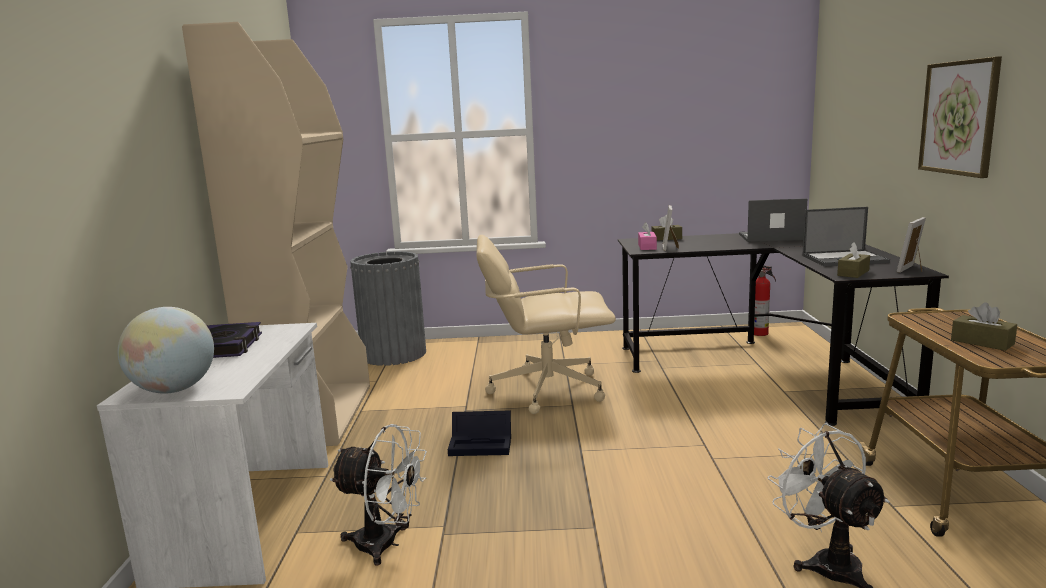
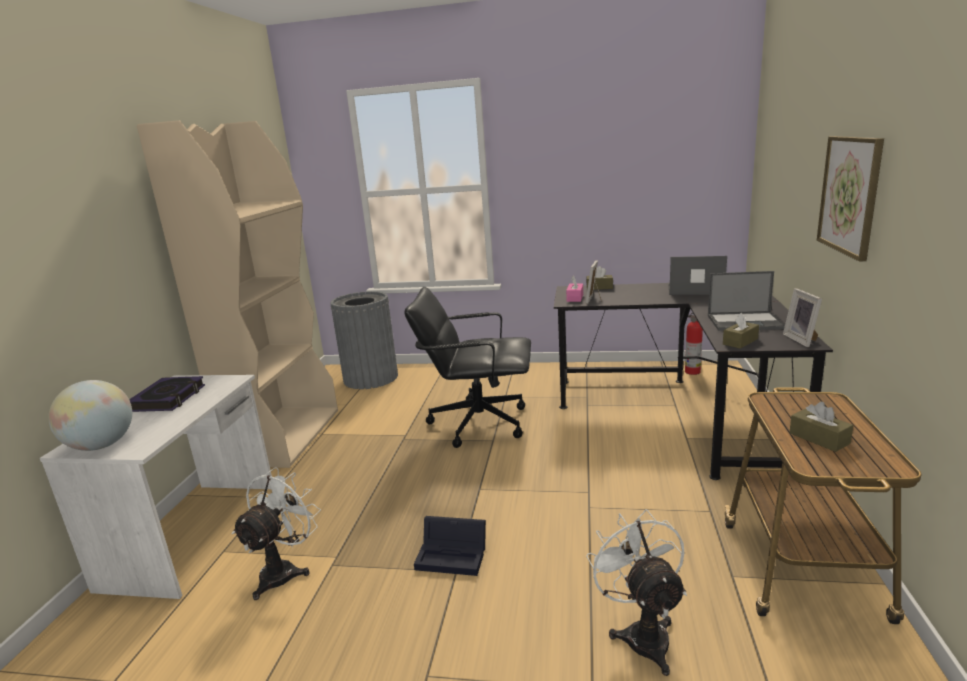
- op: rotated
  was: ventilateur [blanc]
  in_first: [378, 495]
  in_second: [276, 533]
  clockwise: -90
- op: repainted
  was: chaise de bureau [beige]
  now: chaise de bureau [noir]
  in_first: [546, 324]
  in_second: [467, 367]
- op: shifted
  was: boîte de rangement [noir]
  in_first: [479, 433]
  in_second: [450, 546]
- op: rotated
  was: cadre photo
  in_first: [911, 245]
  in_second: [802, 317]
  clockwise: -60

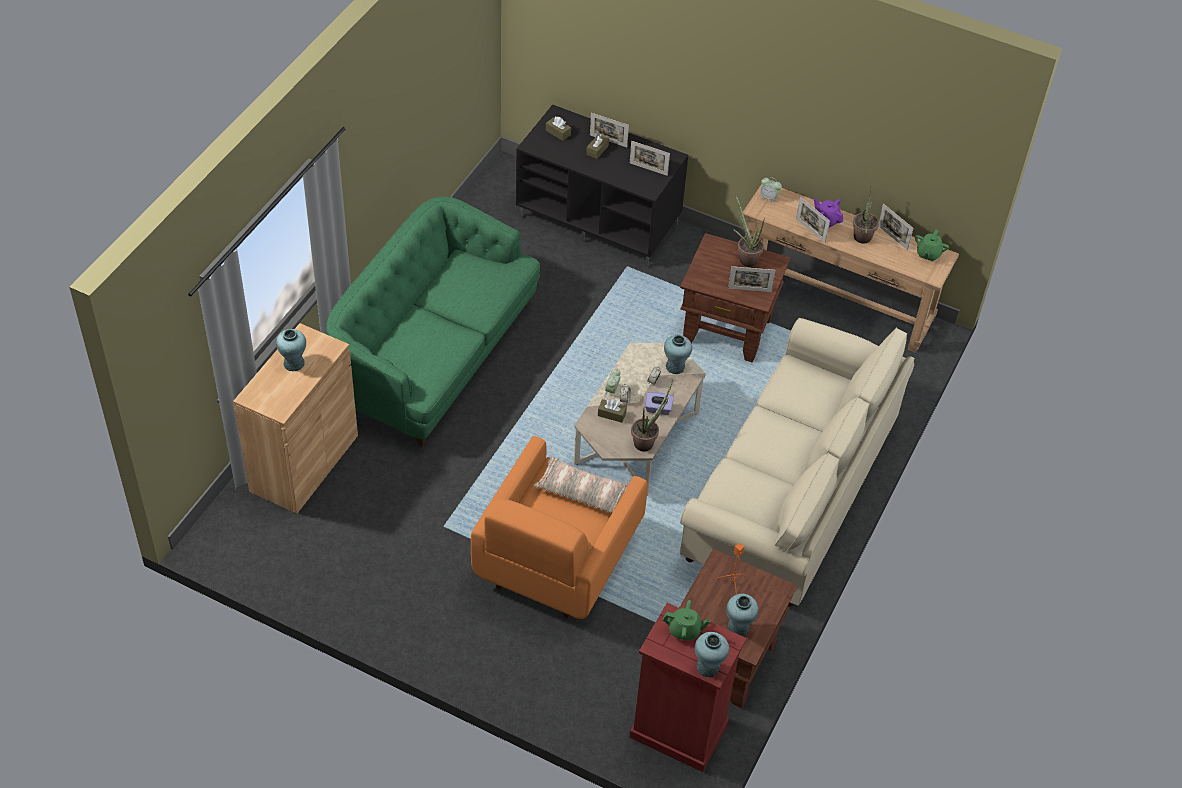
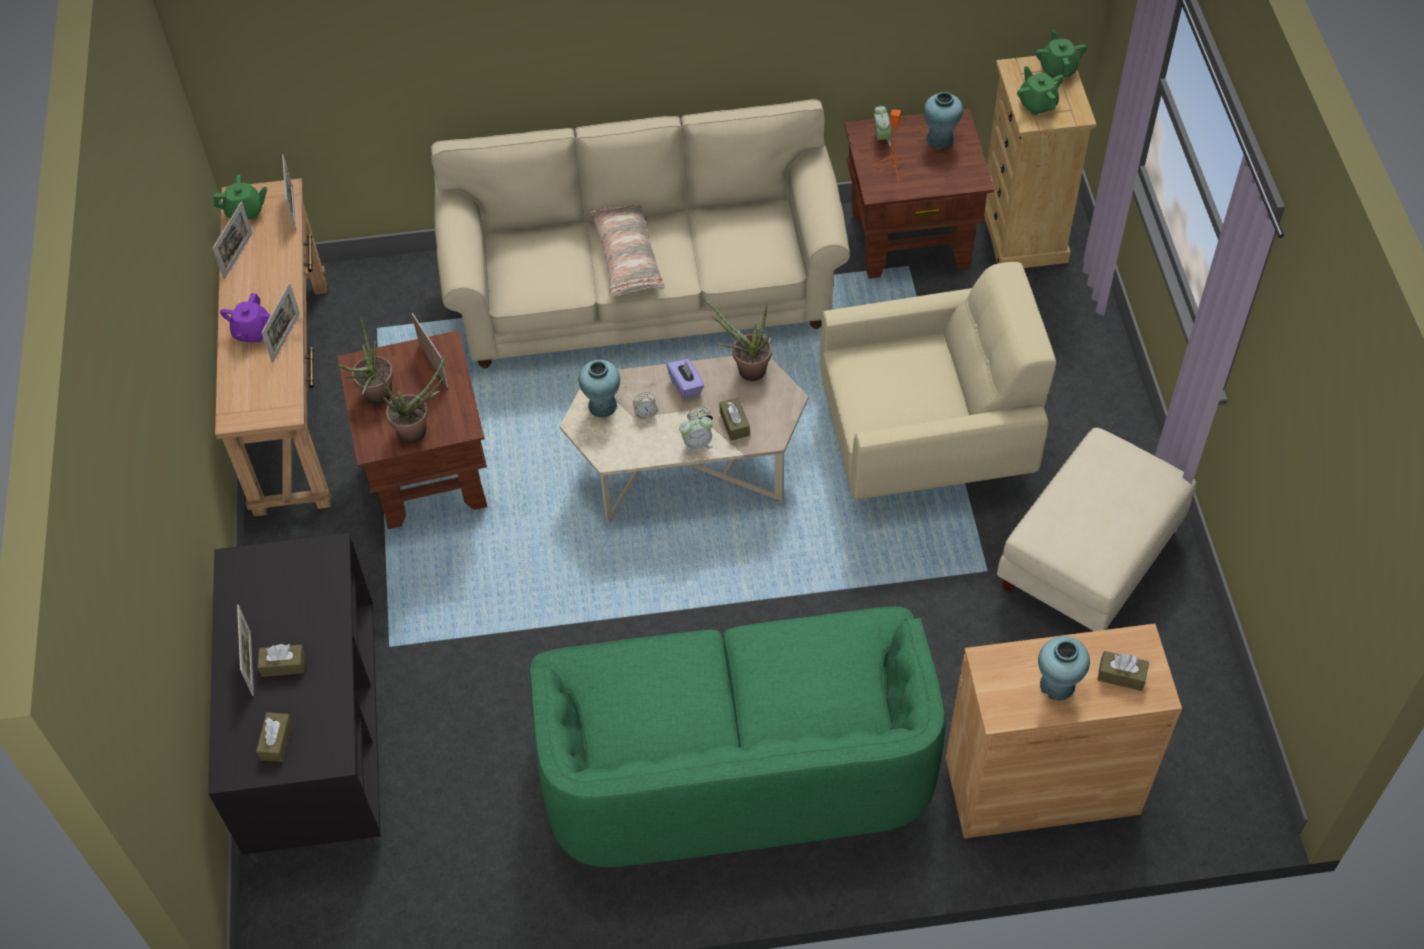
- op: shifted
  was: cadre photo
  in_first: [650, 158]
  in_second: [289, 192]
- op: shifted
  was: plante en pot
  in_first: [866, 213]
  in_second: [414, 398]
- op: shifted
  was: coussin
  in_first: [581, 485]
  in_second: [627, 251]
- op: repainted
  was: fauteuil [orange]
  now: fauteuil [beige]
  in_first: [559, 527]
  in_second: [938, 381]
- op: shifted
  was: réveil
  in_first: [771, 190]
  in_second: [882, 126]
- op: repainted
  was: commode [rouge]
  now: commode [beige]
  in_first: [688, 687]
  in_second: [1040, 162]
- op: new
  now: pouf [beige]
  in_second: [1096, 529]
- op: swapped
  was: vase [turquoise]
  now: théière [vert]
  in_first: [712, 654]
  in_second: [1061, 54]
- op: new
  now: boîte à mouchoirs [marron]
  in_second: [1123, 671]

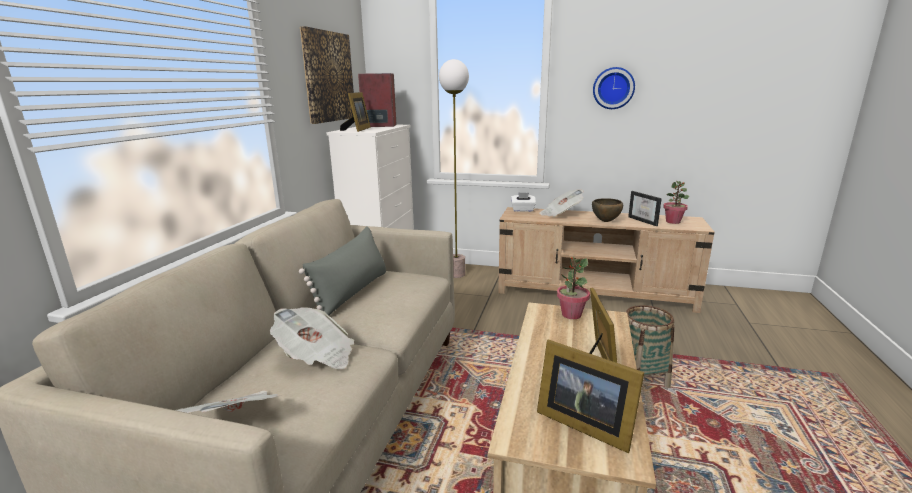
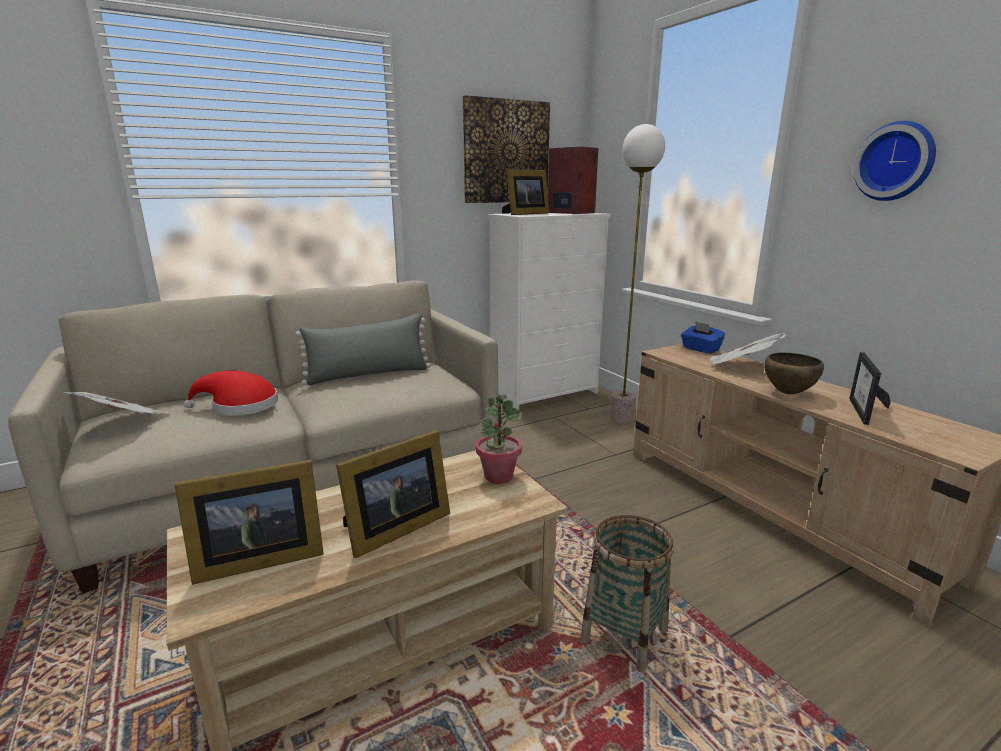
- op: rotated
  was: cadre photo
  in_first: [590, 396]
  in_second: [249, 522]
  clockwise: -105
- op: swapped
  was: journal
  now: chapeau [rouge]
  in_first: [312, 338]
  in_second: [231, 393]
- op: repainted
  was: boîte à mouchoirs [blanc]
  now: boîte à mouchoirs [bleu]
  in_first: [523, 202]
  in_second: [703, 337]
- op: gone
  was: plante en pot
  in_first: [676, 202]

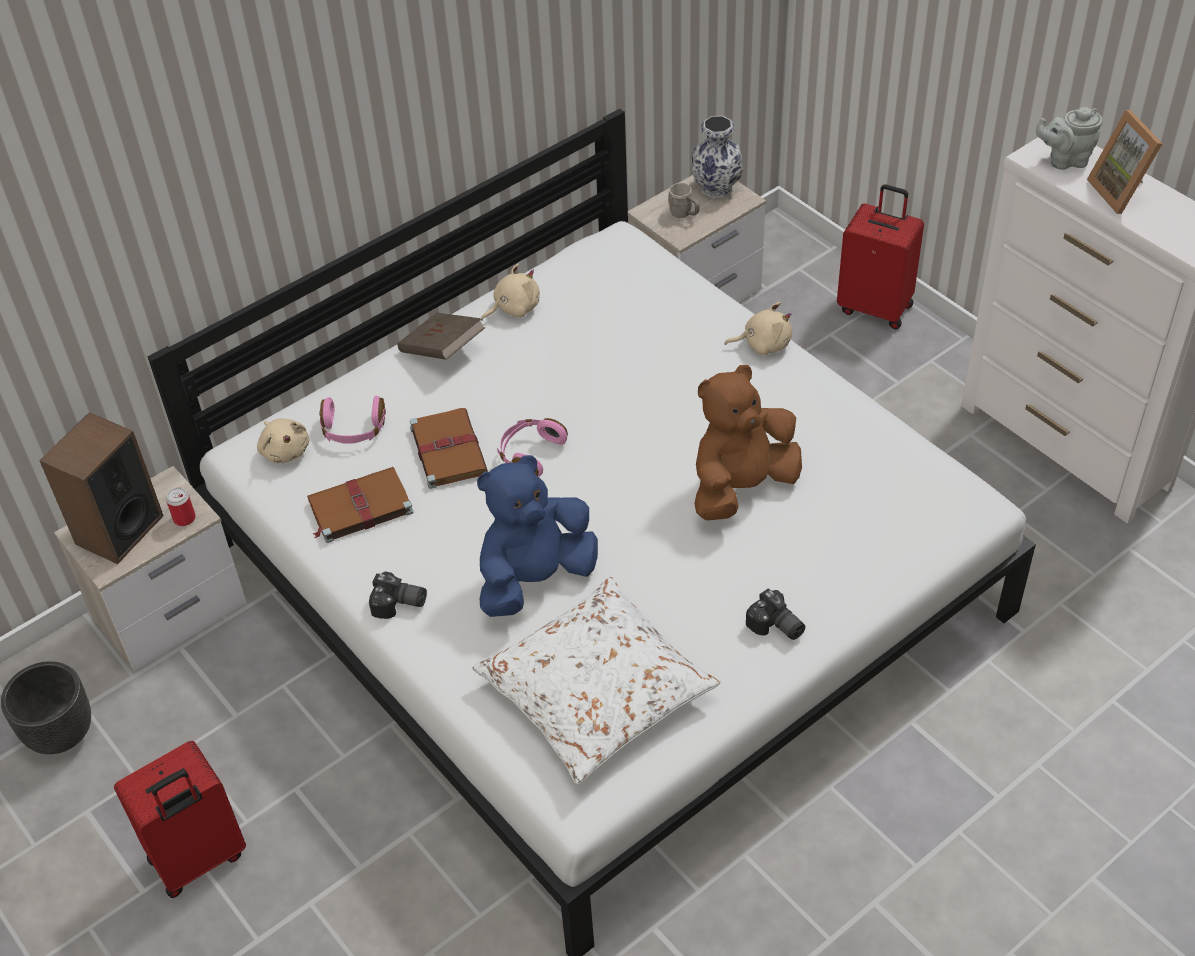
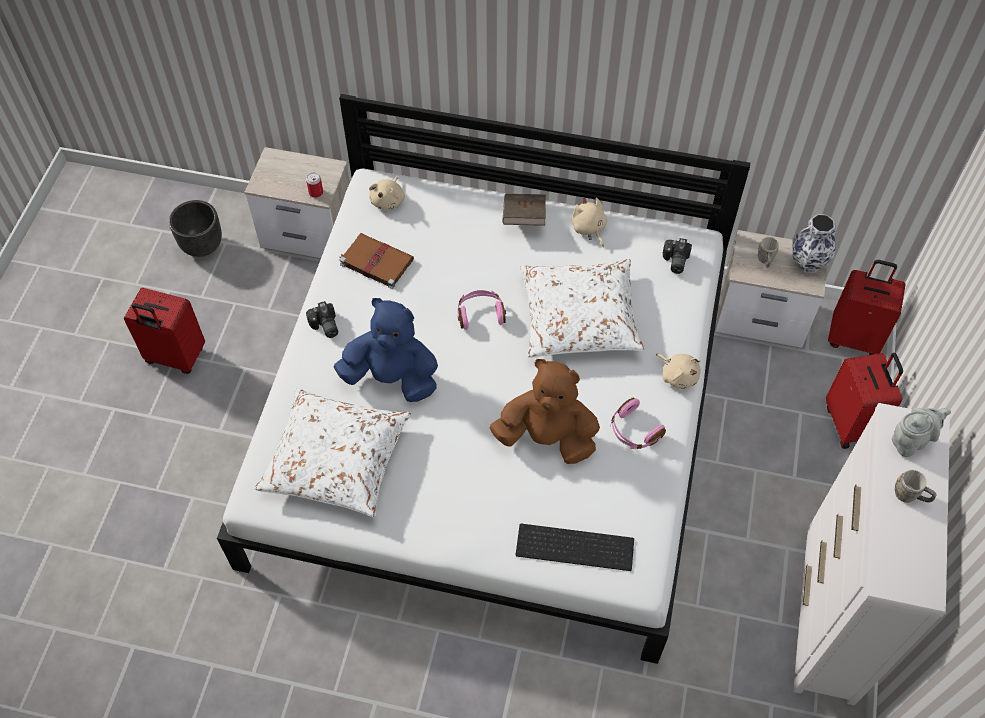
- op: new
  now: clavier
  in_second: [575, 547]
- op: new
  now: coussin [blanc]
  in_second: [582, 308]
- op: rotated
  was: peluche [beige]
  in_first: [510, 292]
  in_second: [589, 222]
  clockwise: -135
- op: shifted
  was: casque audio [rose]
  in_first: [352, 420]
  in_second: [638, 423]
- op: shifted
  was: appareil photo
  in_first: [775, 614]
  in_second: [677, 256]
- op: new
  now: valise [rouge]
  in_second: [866, 307]
- op: rotated
  was: théière [gris]
  in_first: [1069, 138]
  in_second: [921, 432]
  clockwise: 105
- op: swapped
  was: cadre photo
  now: mug [gris]
  in_first: [1125, 162]
  in_second: [915, 486]
- op: gone
  was: enceinte
  in_first: [101, 488]
- op: gone
  was: livre [marron]
  in_first: [449, 448]

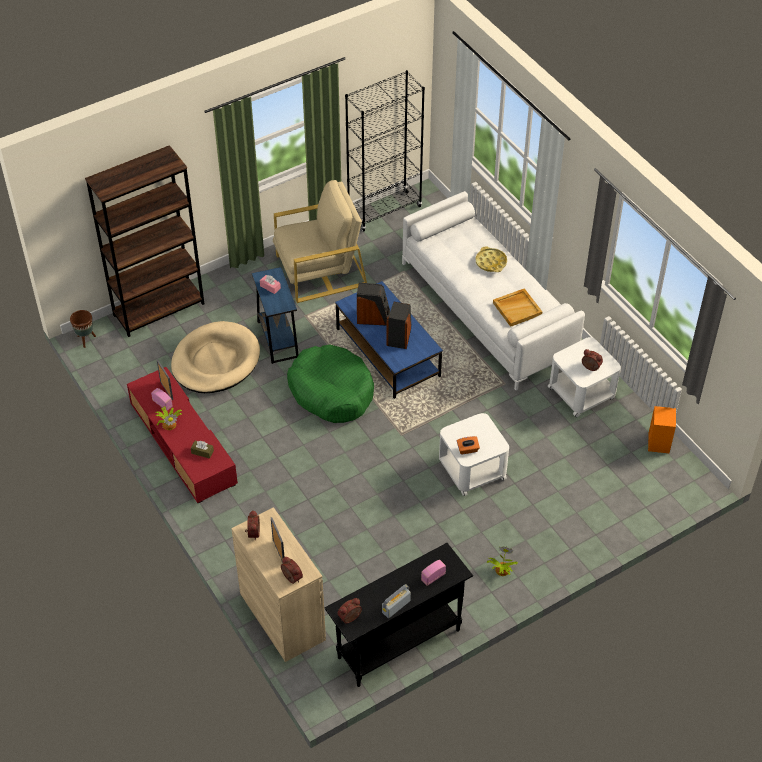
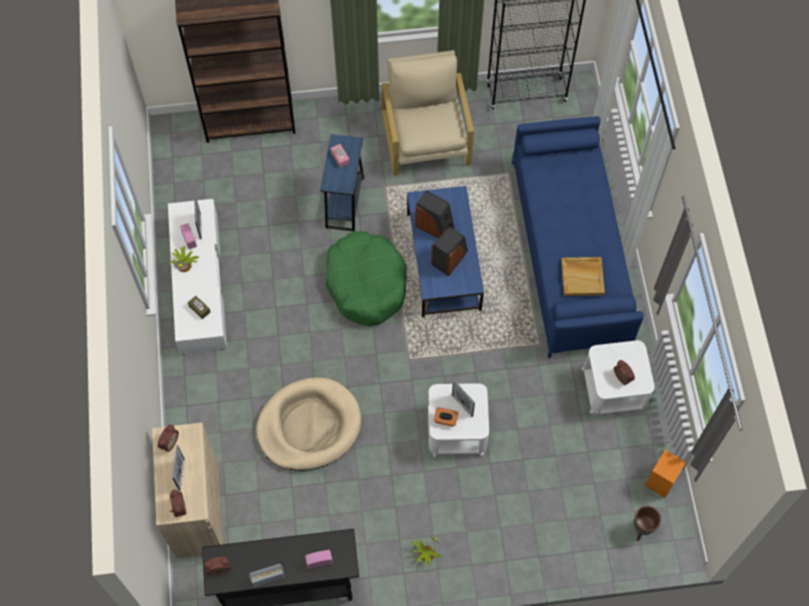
- op: repainted
  was: meuble télé [rouge]
  now: meuble télé [blanc]
  in_first: [182, 435]
  in_second: [197, 277]
- op: shifted
  was: panier pour chien [beige]
  in_first: [215, 357]
  in_second: [308, 424]
- op: rotated
  was: fauteuil [beige]
  in_first: [320, 241]
  in_second: [427, 113]
  clockwise: -105
- op: new
  now: cadre photo
  in_second: [463, 398]
- op: repainted
  was: canapé [blanc]
  now: canapé [bleu]
  in_first: [493, 290]
  in_second: [578, 237]
- op: shifted
  was: cache-pot [marron]
  in_first: [83, 329]
  in_second: [647, 523]
- op: gone
  was: plateau [jaune]
  in_first: [491, 259]

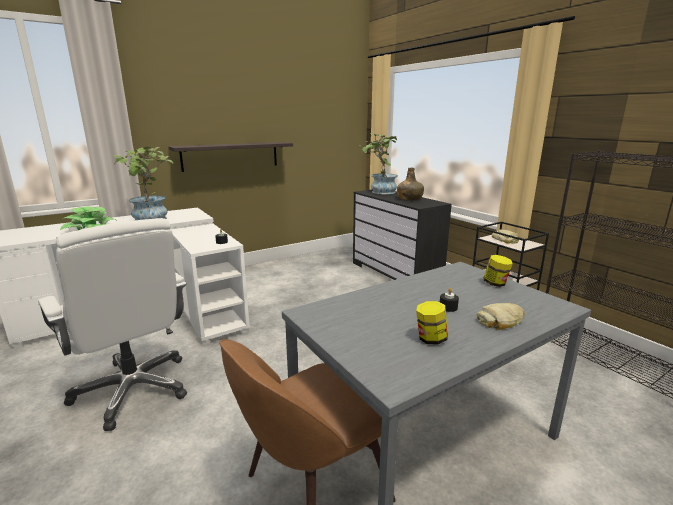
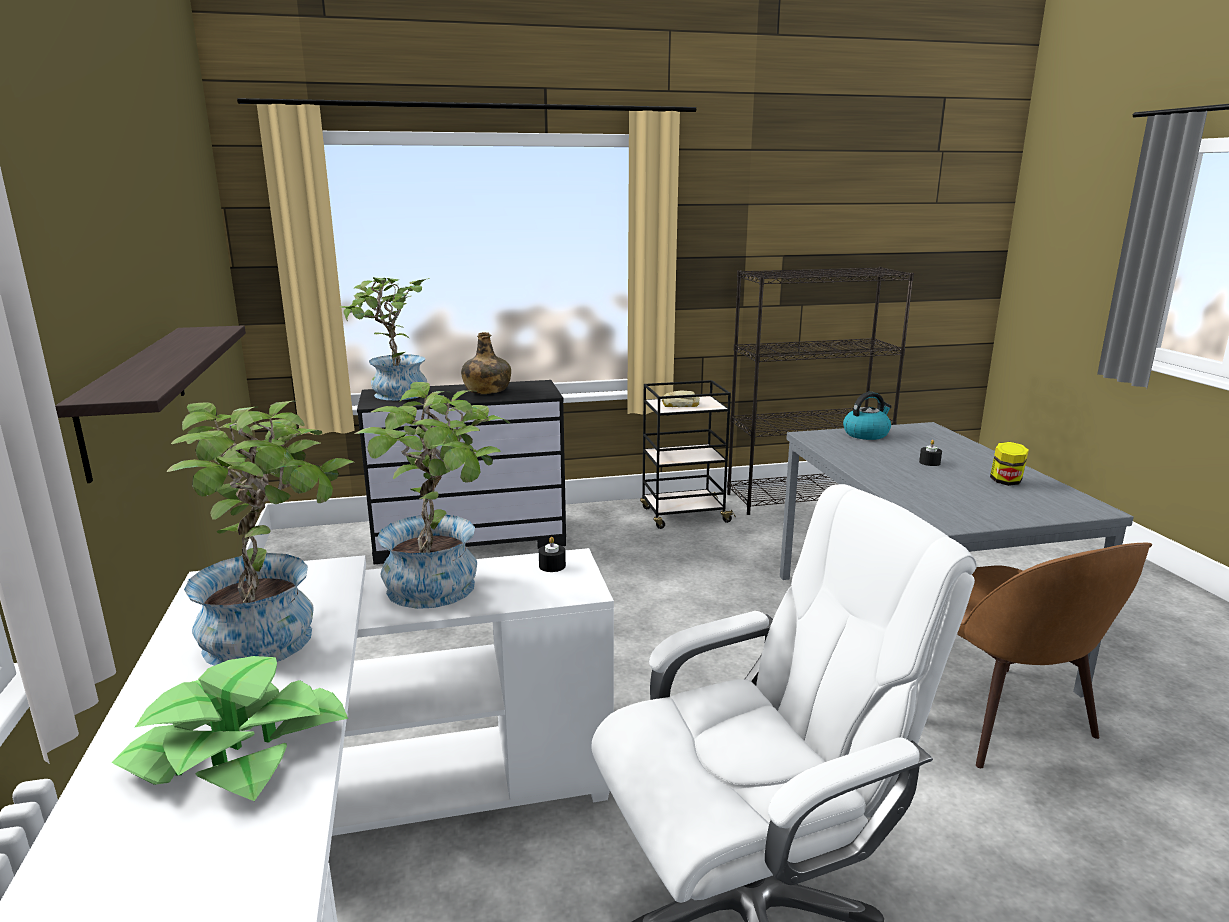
- op: new
  now: plante en pot
  in_second: [432, 495]
- op: swapped
  was: bocal
  now: bouilloire
  in_first: [498, 271]
  in_second: [867, 416]
- op: gone
  was: pain
  in_first: [501, 316]

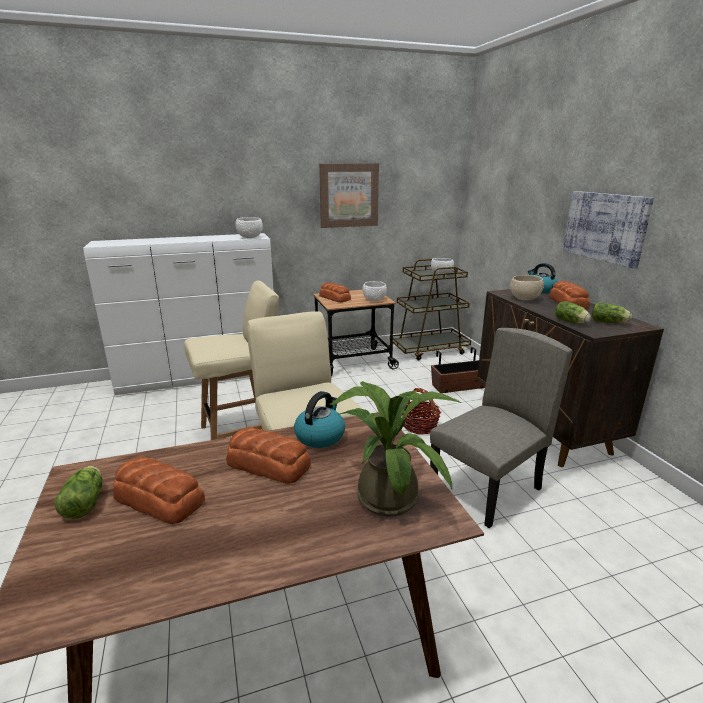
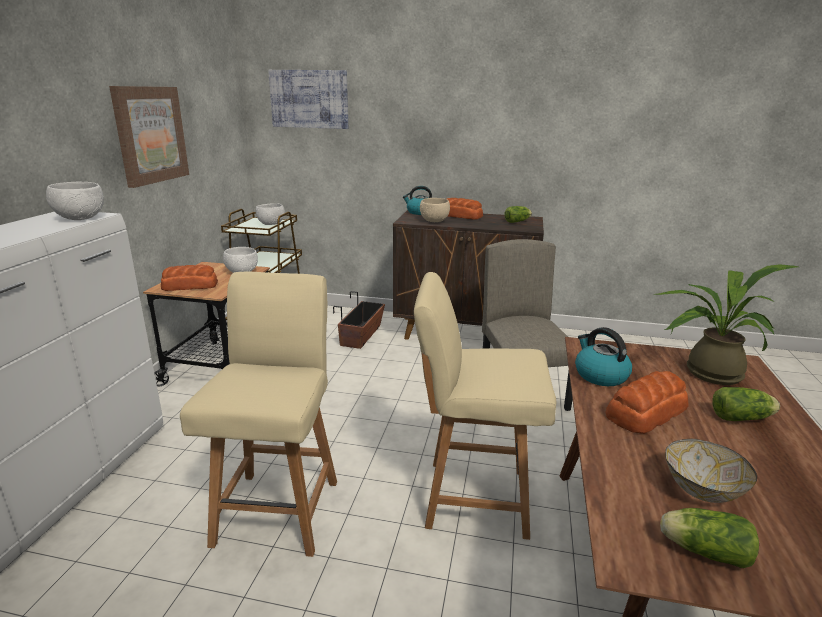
- op: shifted
  was: tableau
  in_first: [608, 230]
  in_second: [308, 99]
- op: swapped
  was: pain
  now: bol
  in_first: [159, 490]
  in_second: [711, 471]
- op: shifted
  was: laitue
  in_first: [573, 312]
  in_second: [746, 404]
- op: gone
  was: panier
  in_first: [421, 411]

